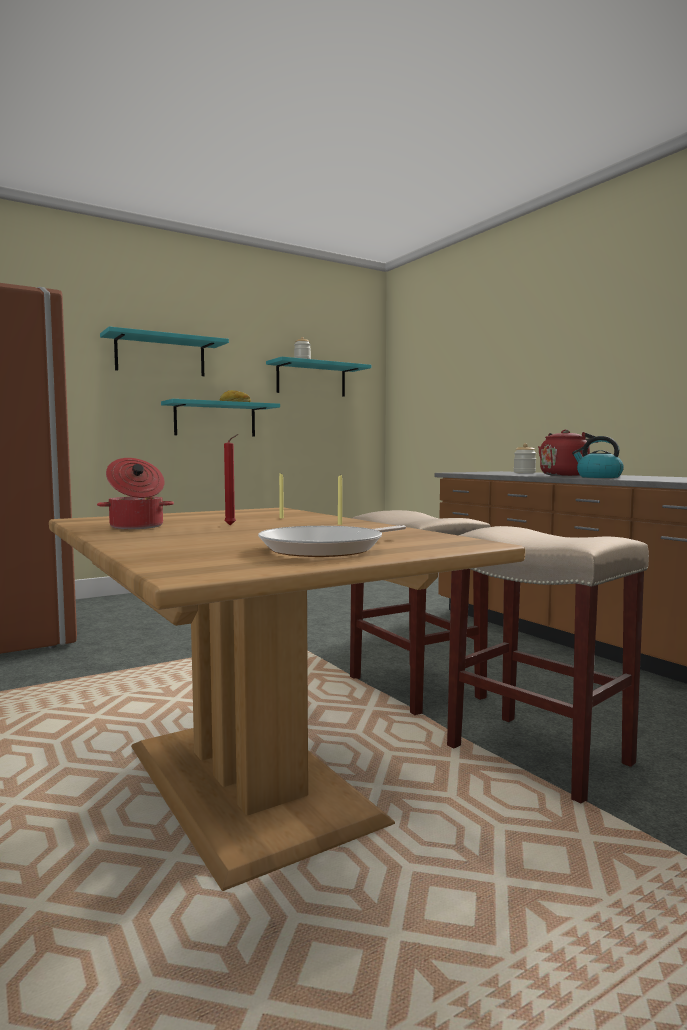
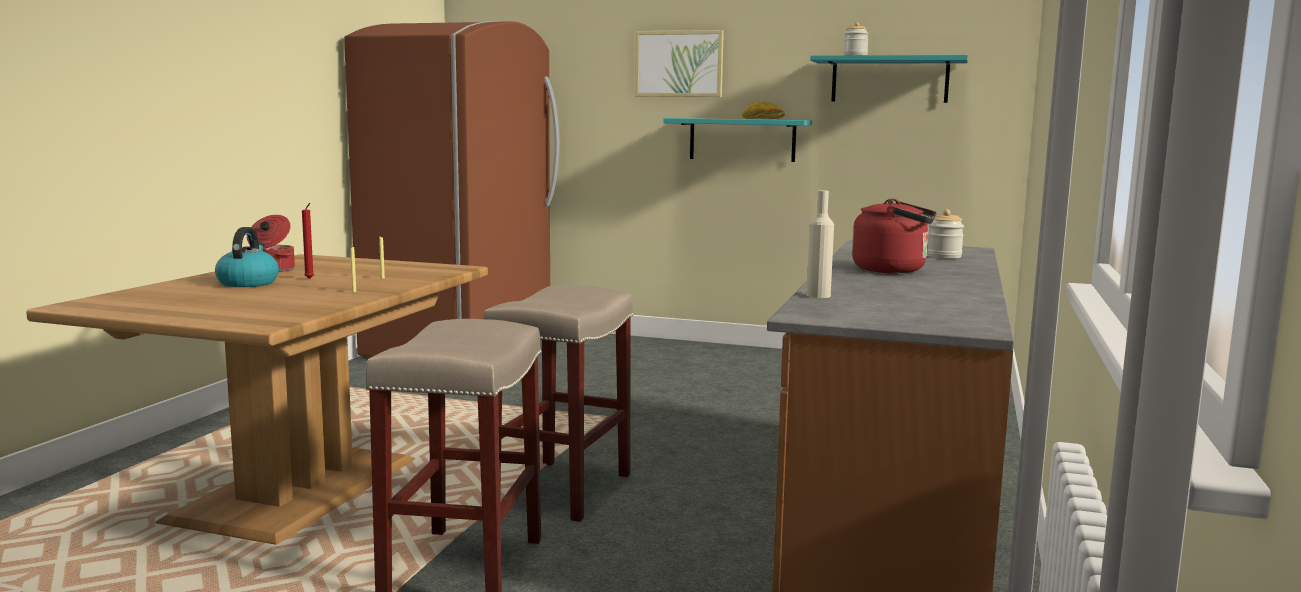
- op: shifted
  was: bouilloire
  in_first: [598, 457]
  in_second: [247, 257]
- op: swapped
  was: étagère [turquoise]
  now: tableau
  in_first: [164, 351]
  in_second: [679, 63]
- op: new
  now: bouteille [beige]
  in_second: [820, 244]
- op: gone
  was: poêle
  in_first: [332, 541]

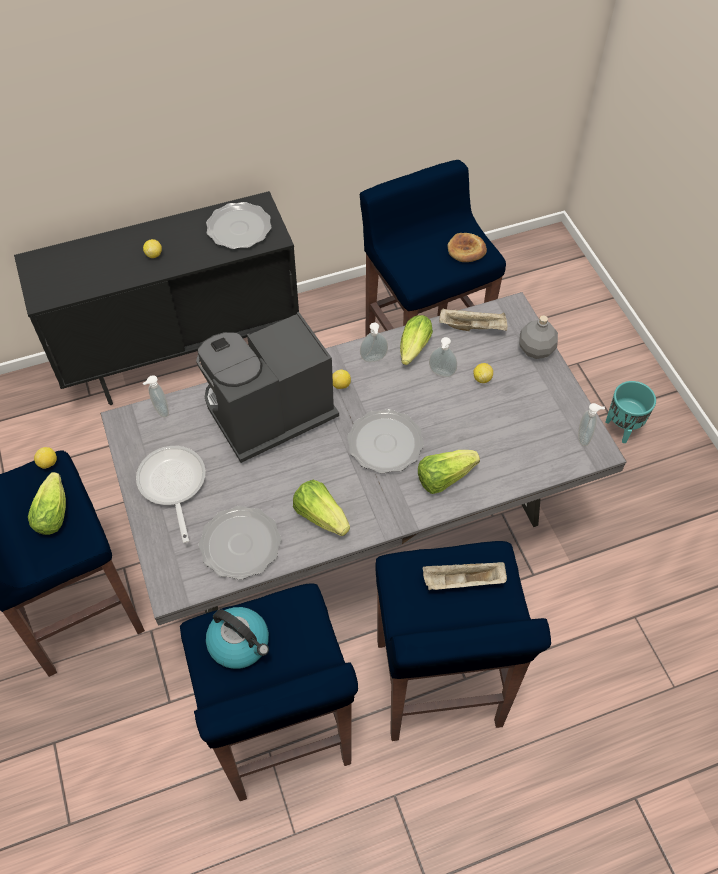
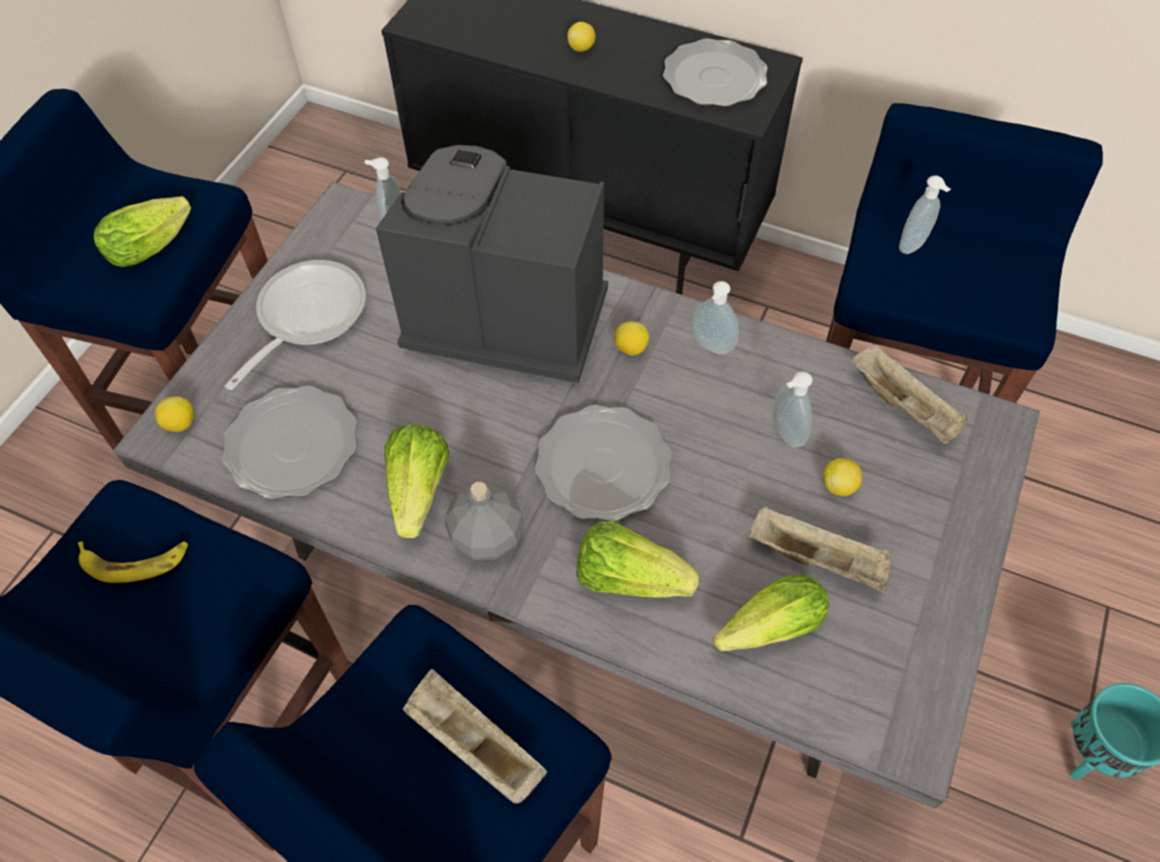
- op: swapped
  was: bouilloire
  now: banane
  in_first: [237, 638]
  in_second: [133, 562]
- op: shifted
  was: citron
  in_first: [45, 458]
  in_second: [174, 414]
- op: shifted
  was: bouteille [gris]
  in_first: [538, 337]
  in_second: [485, 521]
- op: shifted
  was: laitue
  in_first: [416, 340]
  in_second: [771, 613]
- op: new
  now: plateau [beige]
  in_second: [820, 549]
- op: shifted
  was: distributeur de savon
  in_first: [591, 424]
  in_second: [925, 214]
- op: gone
  was: pain
  in_first: [467, 247]

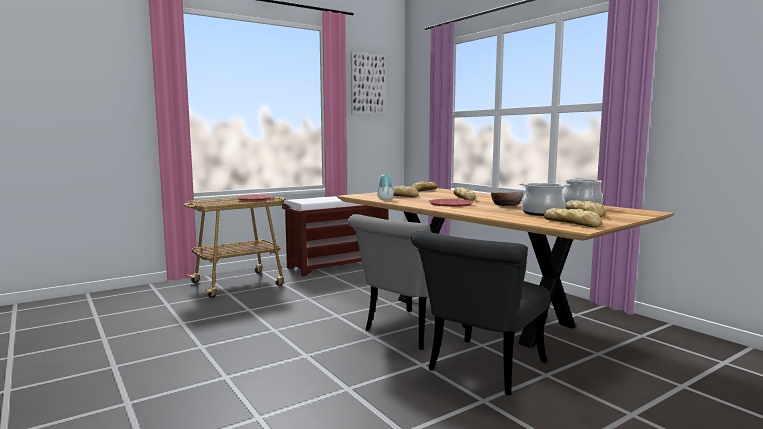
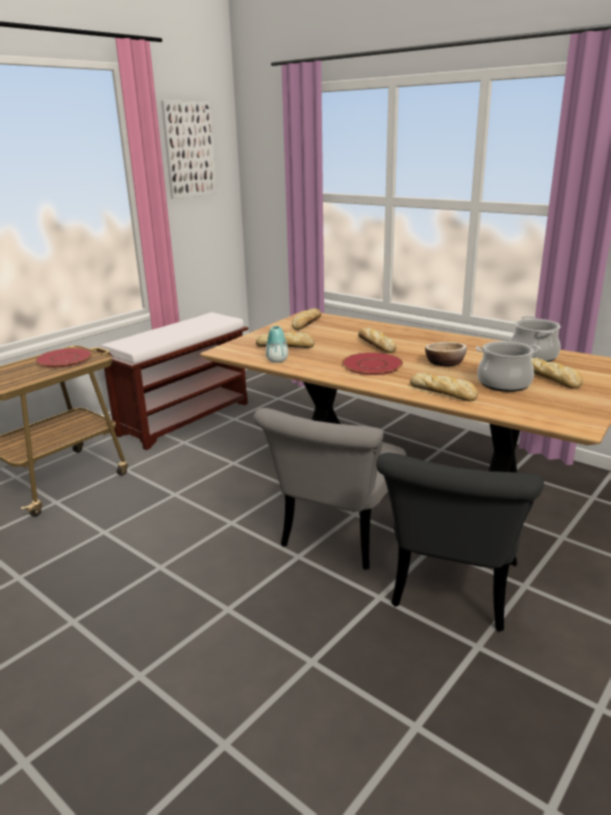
- op: shifted
  was: pain
  in_first: [573, 217]
  in_second: [444, 386]

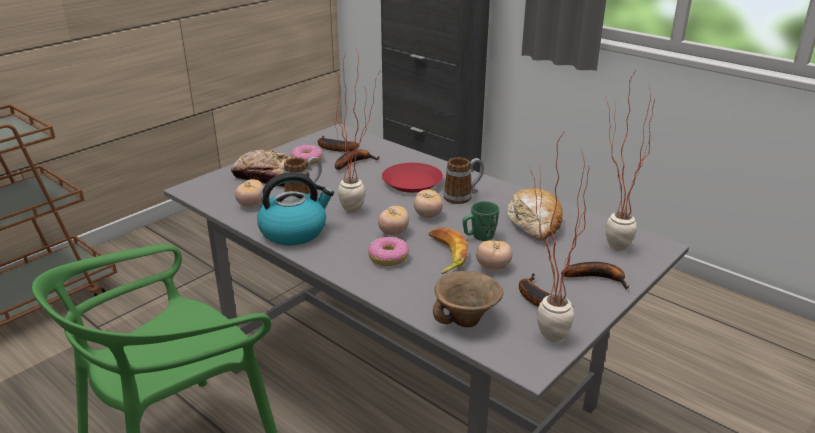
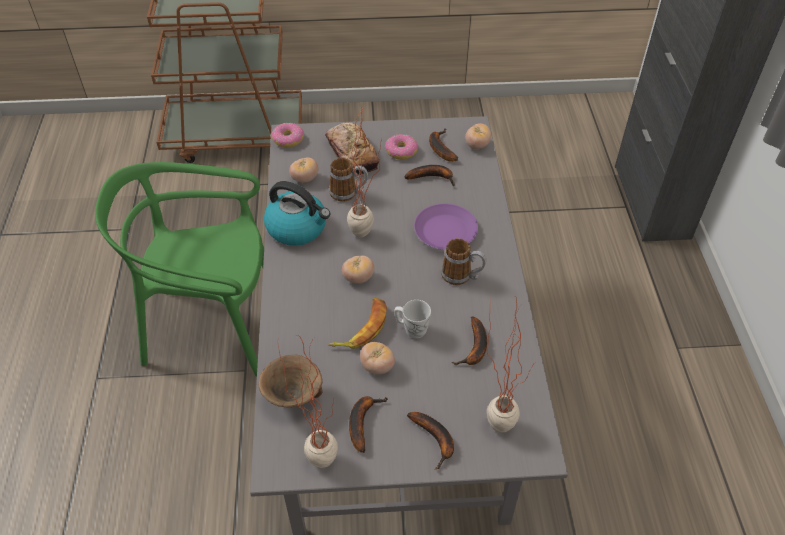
- op: shifted
  was: beignet
  in_first: [388, 251]
  in_second: [287, 135]
- op: repainted
  was: mug [vert]
  now: mug [blanc]
  in_first: [480, 221]
  in_second: [412, 319]
- op: repainted
  was: assiette [rouge]
  now: assiette [violet]
  in_first: [412, 178]
  in_second: [446, 227]
- op: swapped
  was: pain
  now: banane
  in_first: [535, 214]
  in_second: [469, 341]
- op: shifted
  was: tomate
  in_first: [428, 203]
  in_second: [478, 136]

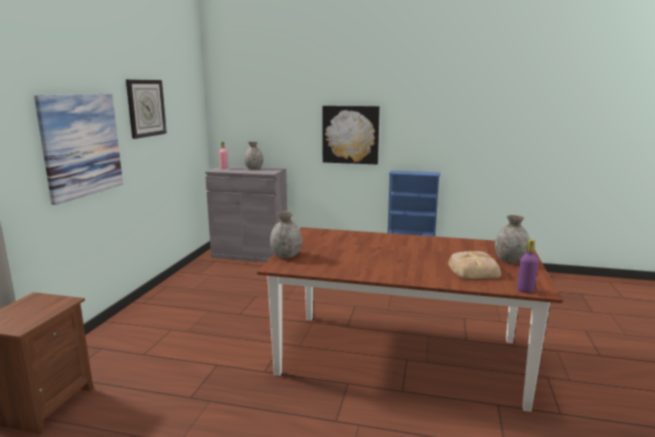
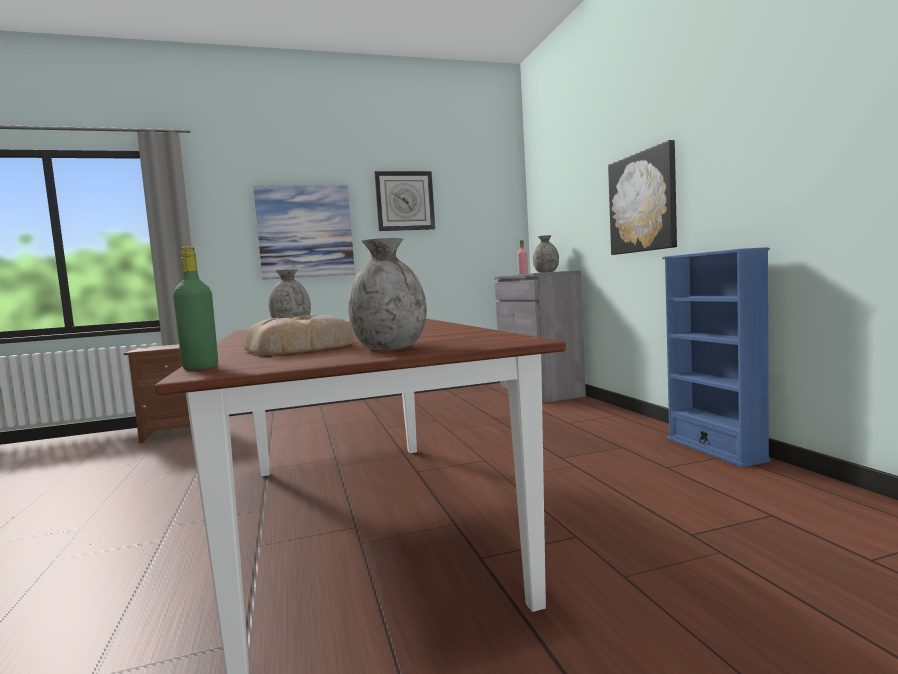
- op: repainted
  was: bouteille [violet]
  now: bouteille [vert]
  in_first: [528, 266]
  in_second: [195, 308]

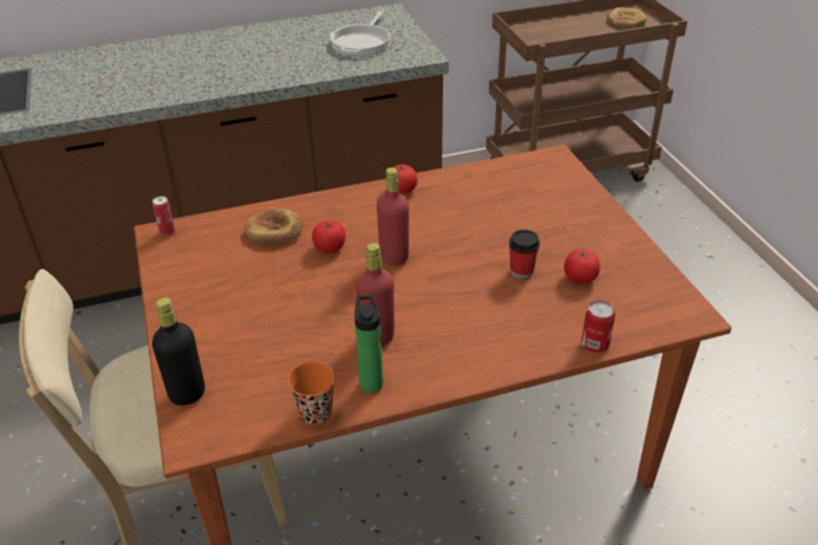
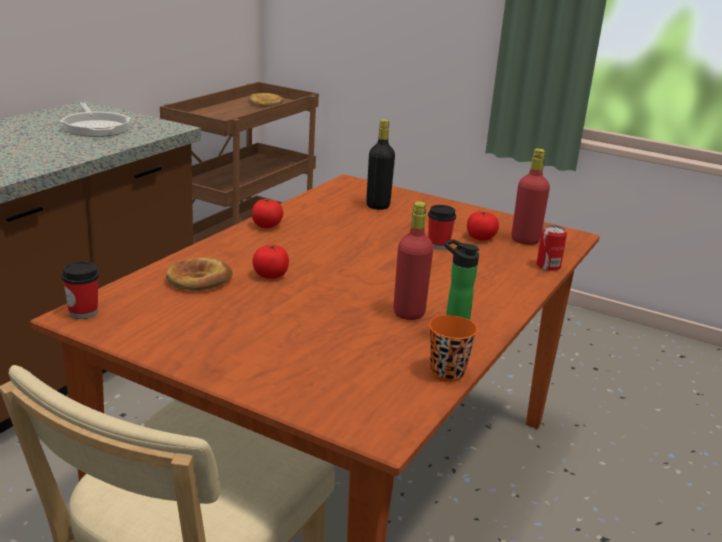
- op: swapped
  was: boîte métallique
  now: tasse
  in_first: [163, 216]
  in_second: [80, 290]
- op: shifted
  was: bouteille [noir]
  in_first: [178, 351]
  in_second: [380, 164]
- op: shifted
  was: bouteille [rouge]
  in_first: [393, 216]
  in_second: [531, 196]

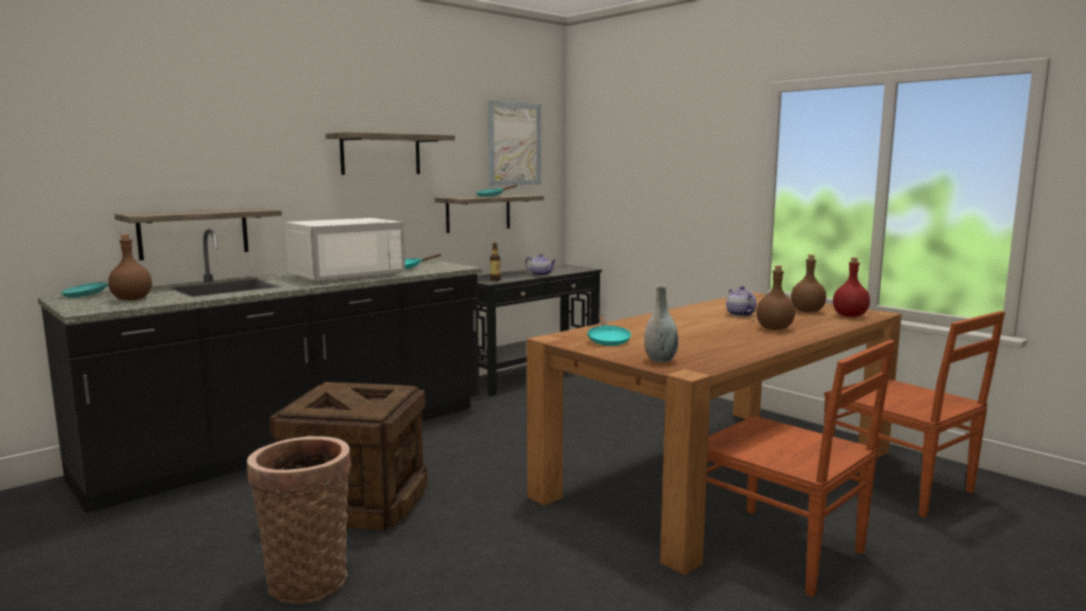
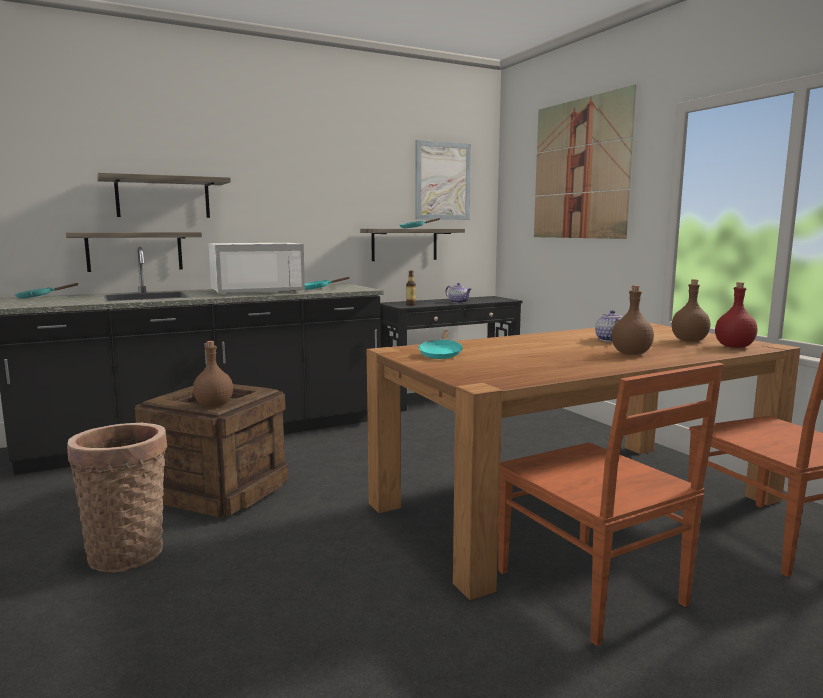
- op: shifted
  was: étagère
  in_first: [390, 153]
  in_second: [164, 195]
- op: shifted
  was: bouteille [marron]
  in_first: [130, 267]
  in_second: [213, 374]
- op: new
  now: tableau
  in_second: [585, 162]
- op: gone
  was: vase [gris]
  in_first: [661, 324]

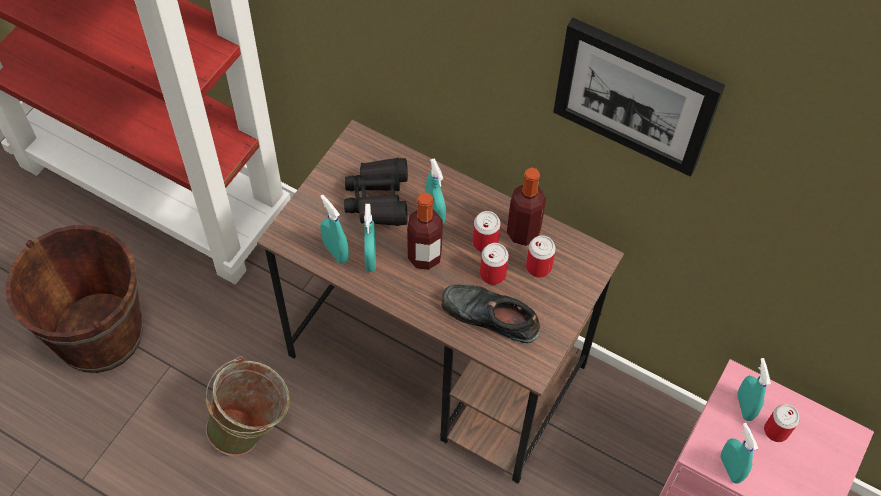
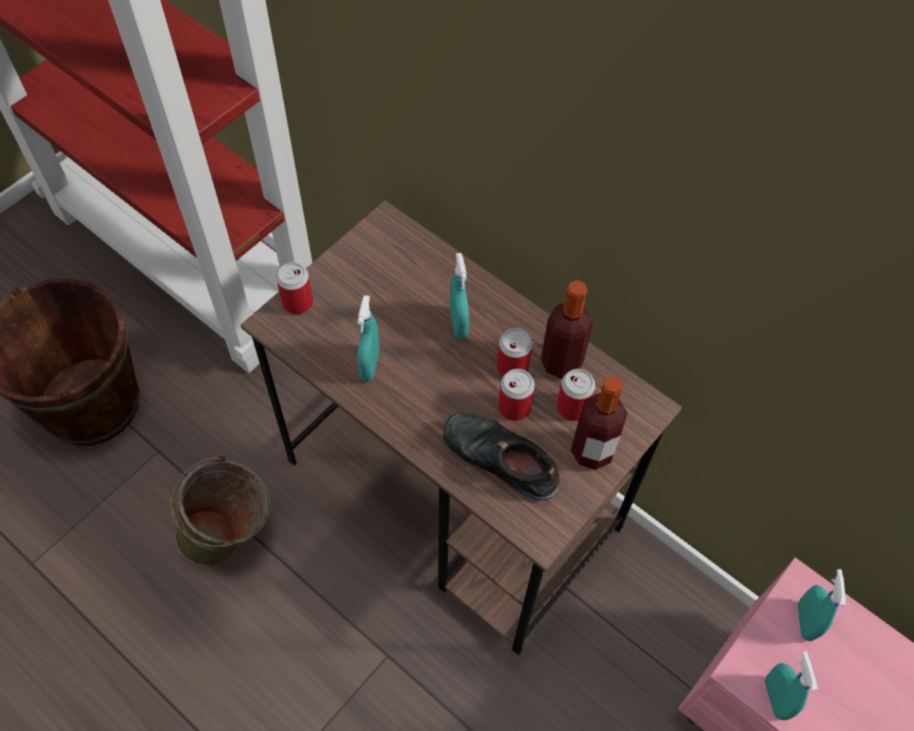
- op: shifted
  was: boîte métallique
  in_first: [782, 423]
  in_second: [294, 288]
- op: shifted
  was: bouteille
  in_first: [425, 231]
  in_second: [599, 422]
- op: gone
  was: vaporisateur [turquoise]
  in_first: [334, 229]
- op: gone
  was: jumelles [noir]
  in_first: [376, 192]
- op: gone
  was: tableau
  in_first: [639, 97]

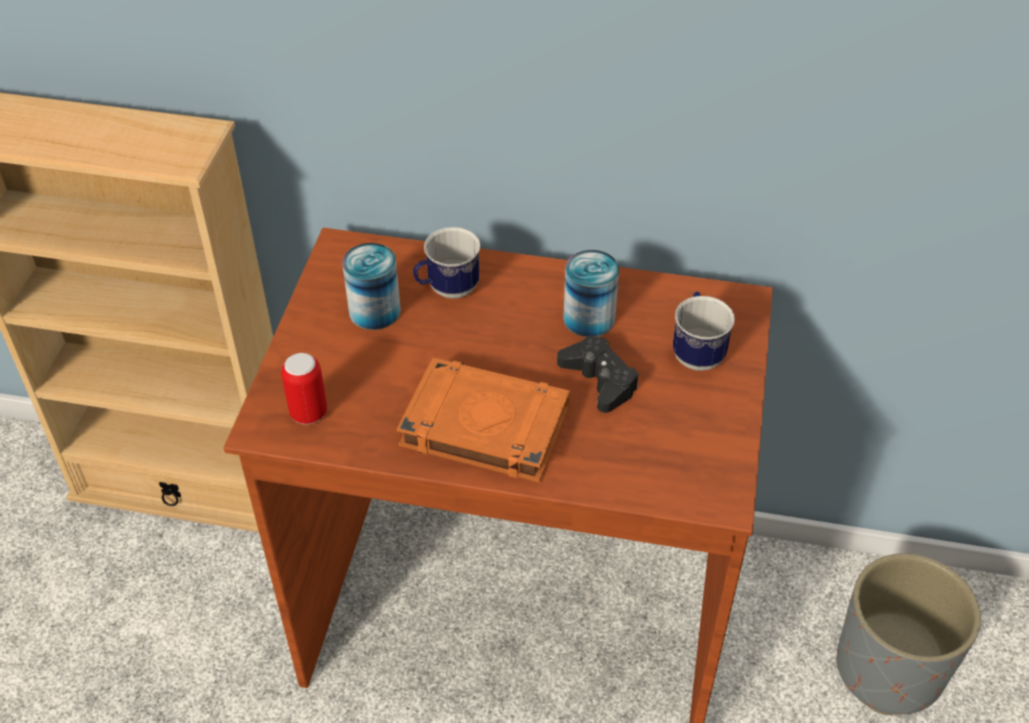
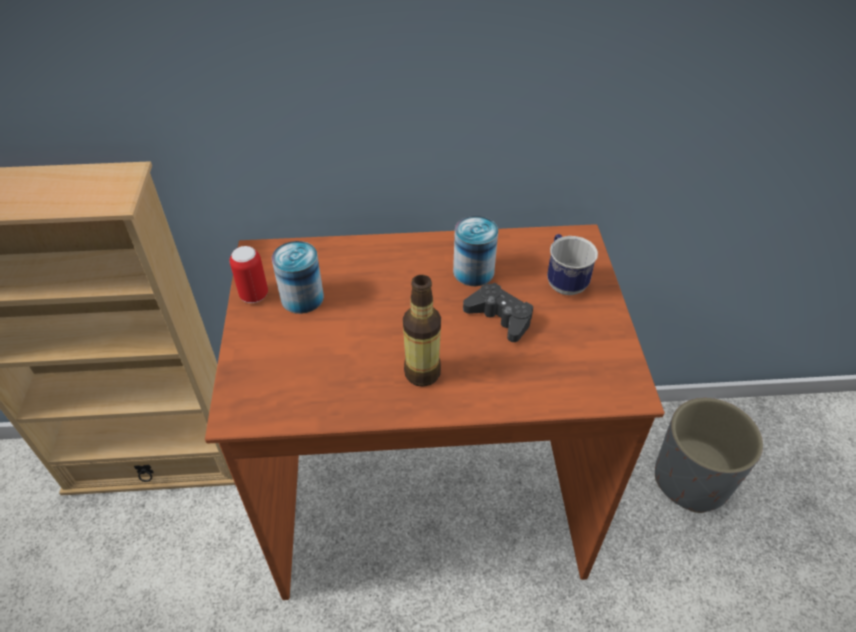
- op: shifted
  was: boîte métallique
  in_first: [304, 389]
  in_second: [249, 274]
- op: swapped
  was: livre [orange]
  now: bouteille
  in_first: [484, 420]
  in_second: [422, 331]
- op: gone
  was: mug
  in_first: [446, 262]

